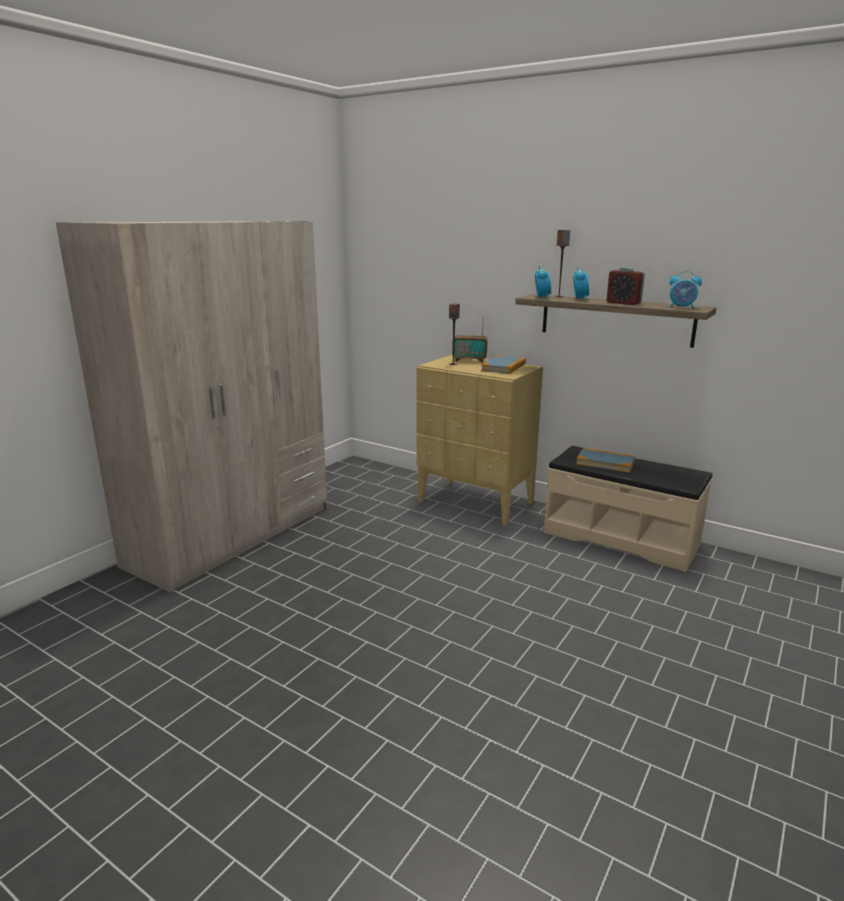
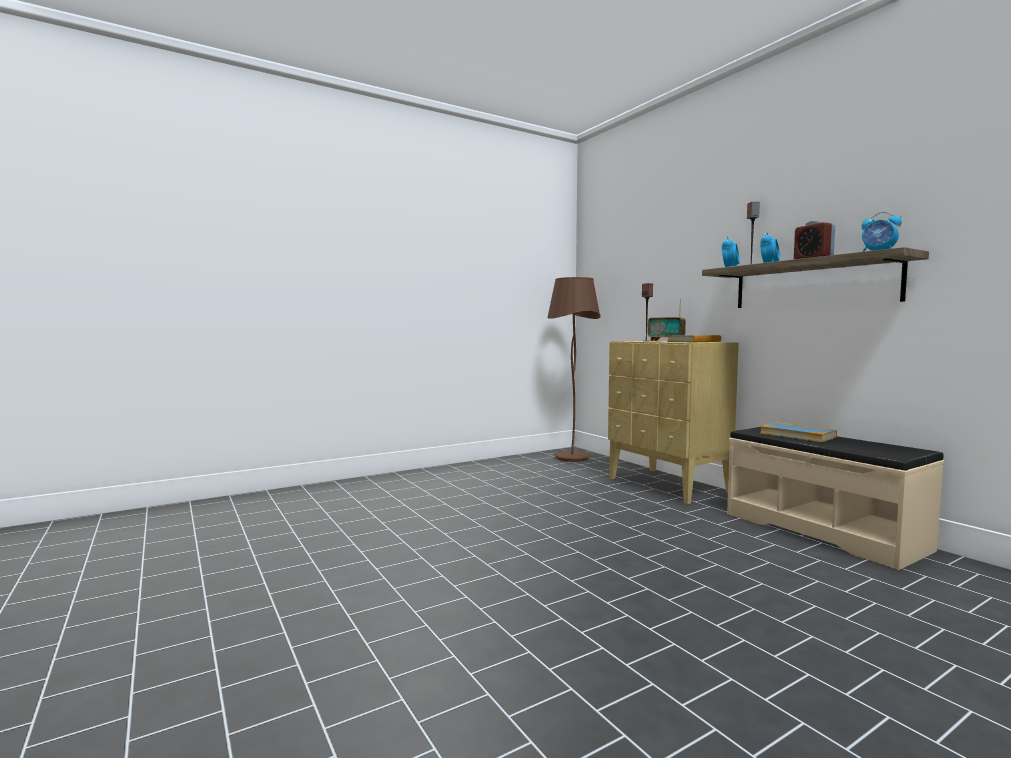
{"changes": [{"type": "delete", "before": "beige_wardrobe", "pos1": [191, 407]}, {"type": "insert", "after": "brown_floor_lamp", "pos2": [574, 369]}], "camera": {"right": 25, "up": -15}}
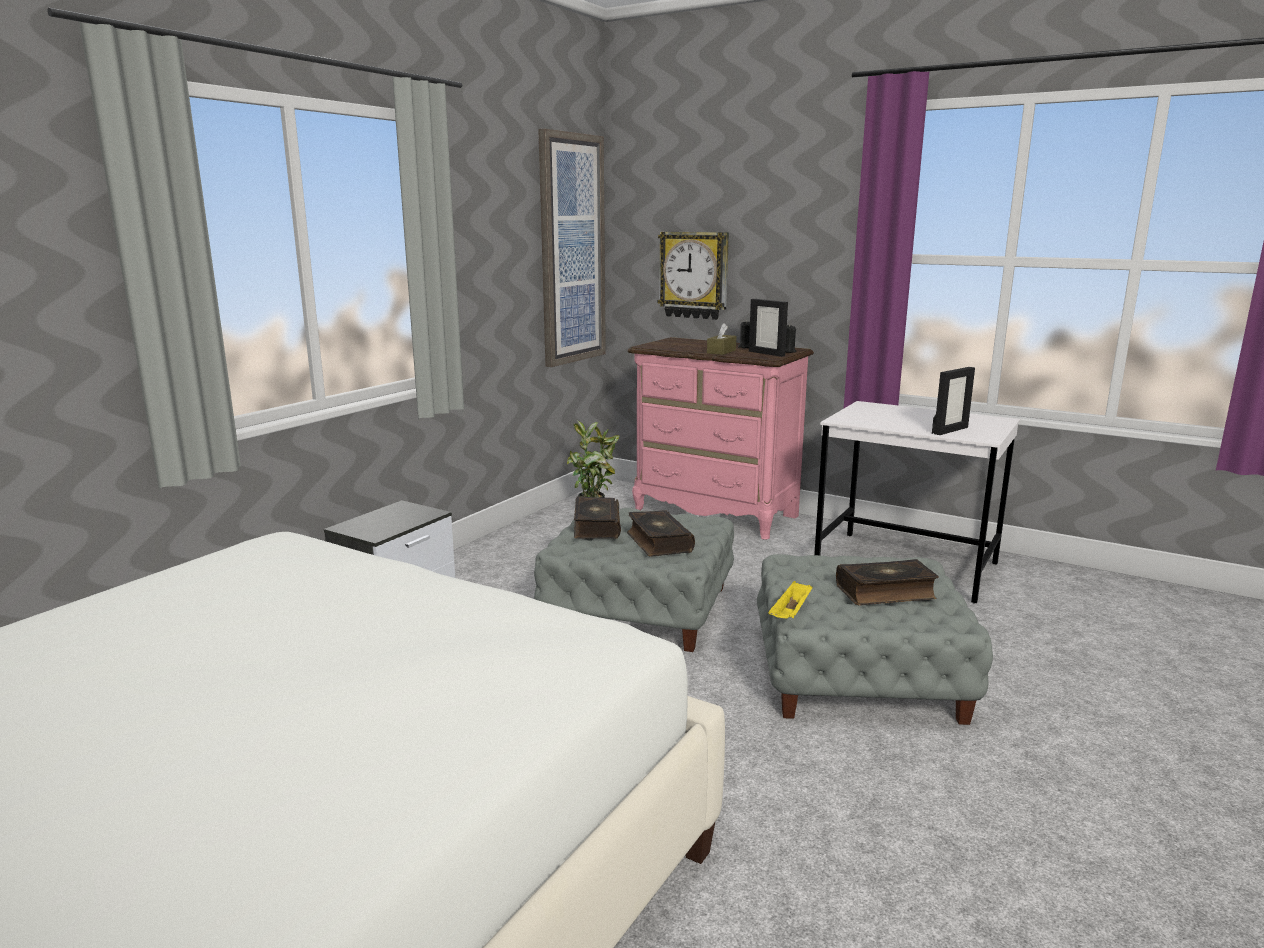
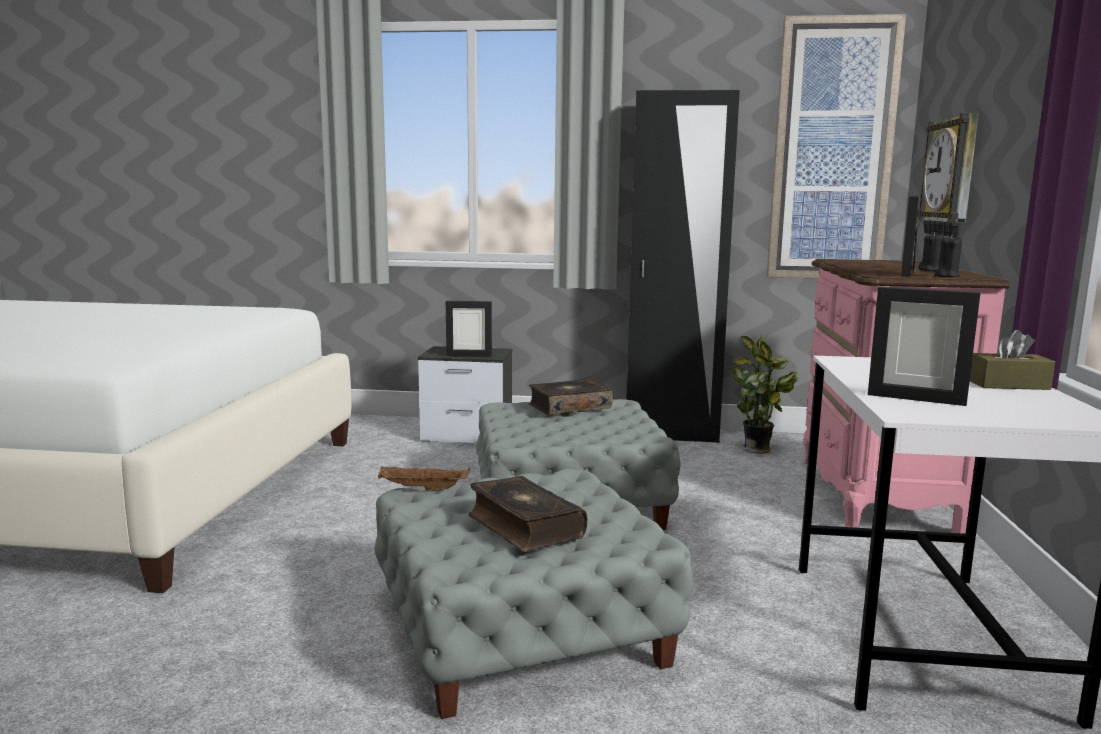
{"changes": [{"type": "delete", "before": "book", "pos1": [661, 533]}, {"type": "move", "before": "brown_tissue_box", "pos1": [721, 339], "pos2": [1012, 360]}, {"type": "recolor", "before": "yellow_tray", "after": "brown_tray", "pos1": [790, 599], "pos2": [424, 479]}, {"type": "insert", "after": "picture_frame", "pos2": [469, 329]}, {"type": "insert", "after": "black_wardrobe", "pos2": [683, 266]}], "camera": {"right": 65, "up": -5}}
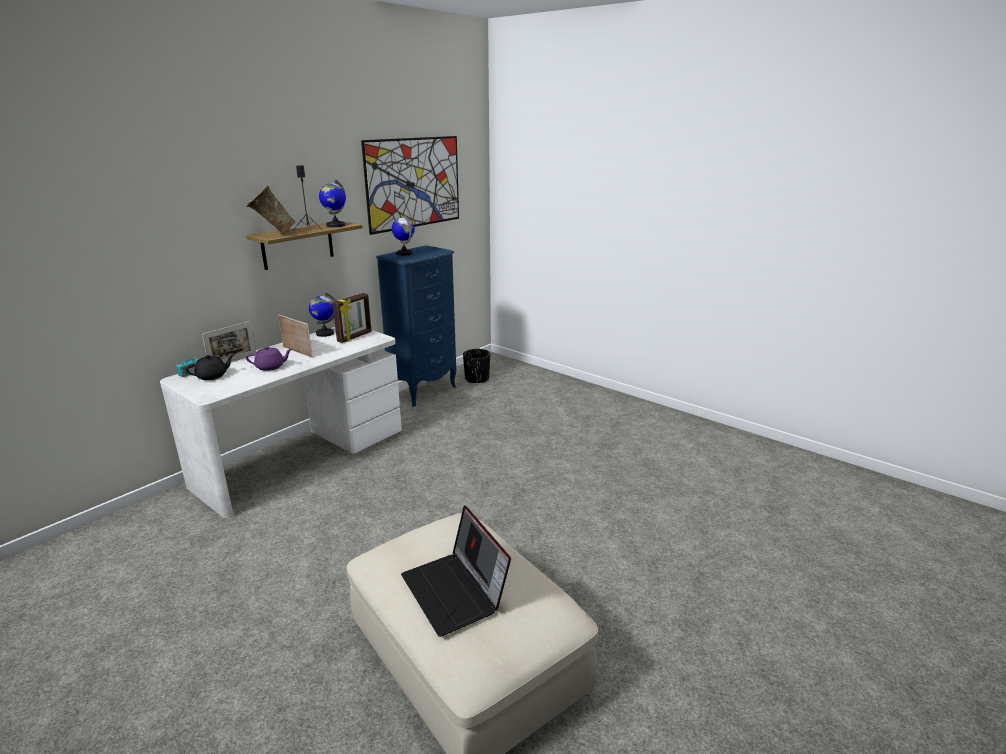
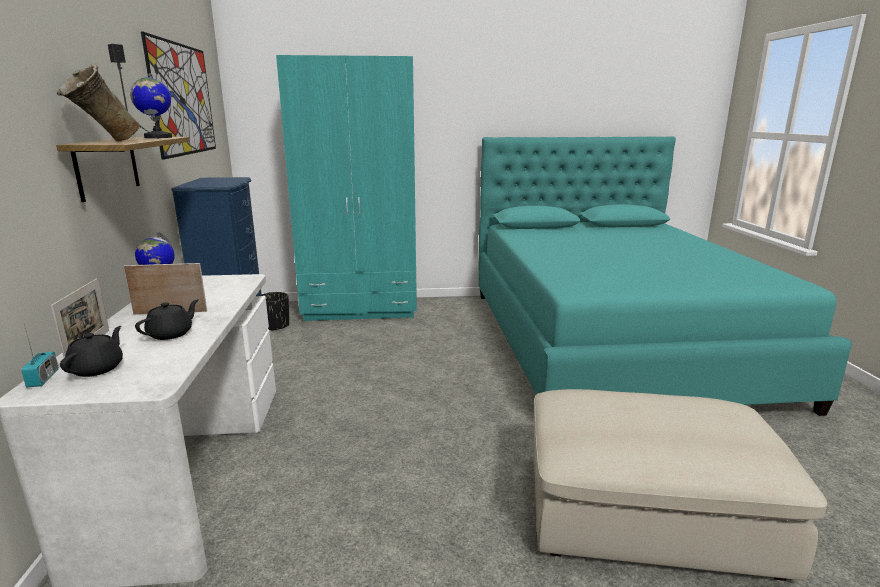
{"changes": [{"type": "recolor", "before": "purple_teapot", "after": "black_teapot", "pos1": [269, 358], "pos2": [166, 320]}, {"type": "delete", "before": "picture_frame", "pos1": [352, 318]}, {"type": "delete", "before": "globe", "pos1": [403, 235]}, {"type": "delete", "before": "laptop", "pos1": [456, 571]}, {"type": "insert", "after": "turquoise_wardrobe", "pos2": [346, 188]}, {"type": "insert", "after": "turquoise_bed", "pos2": [665, 276]}], "camera": {"right": -45, "up": -5}}
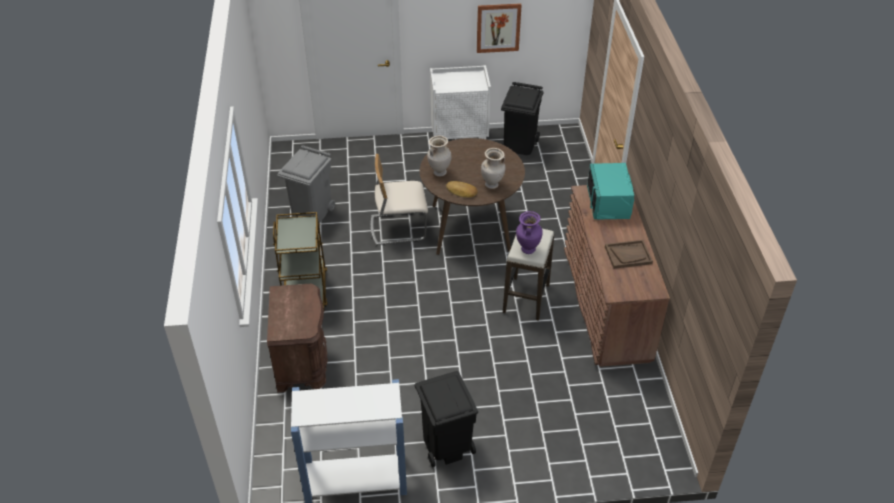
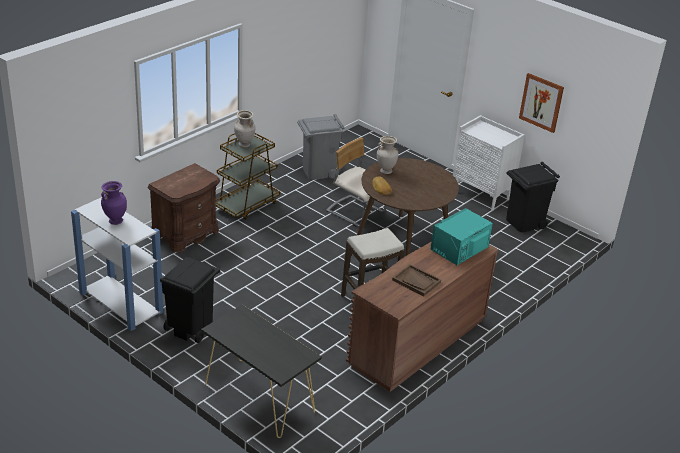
{"changes": [{"type": "move", "before": "beige_vase", "pos1": [493, 168], "pos2": [245, 129]}, {"type": "move", "before": "purple_vase", "pos1": [529, 232], "pos2": [114, 203]}, {"type": "insert", "after": "black_console_table", "pos2": [261, 371]}], "camera": {"right": 45, "up": -10}}
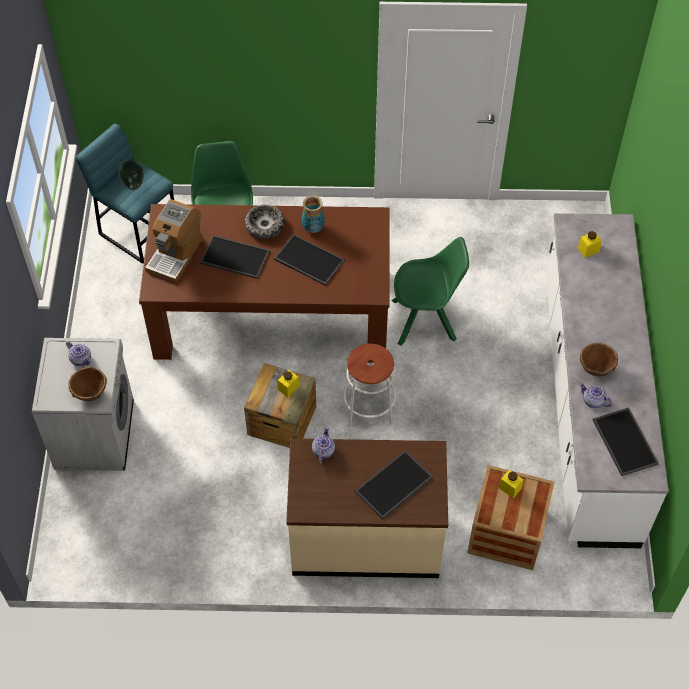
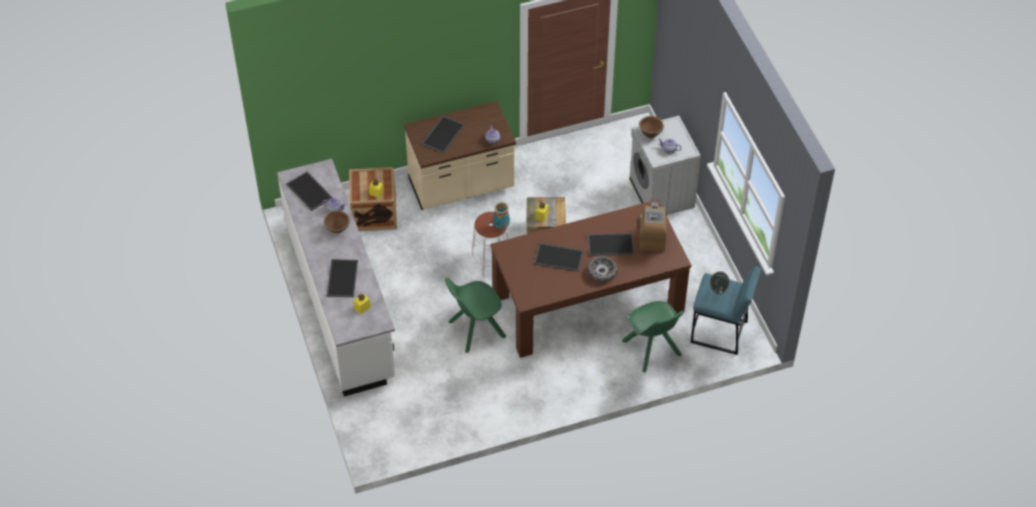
{"changes": [{"type": "move", "before": "vase", "pos1": [313, 214], "pos2": [501, 215]}, {"type": "insert", "after": "tray", "pos2": [342, 278]}], "camera": {"right": 160, "up": -5}}
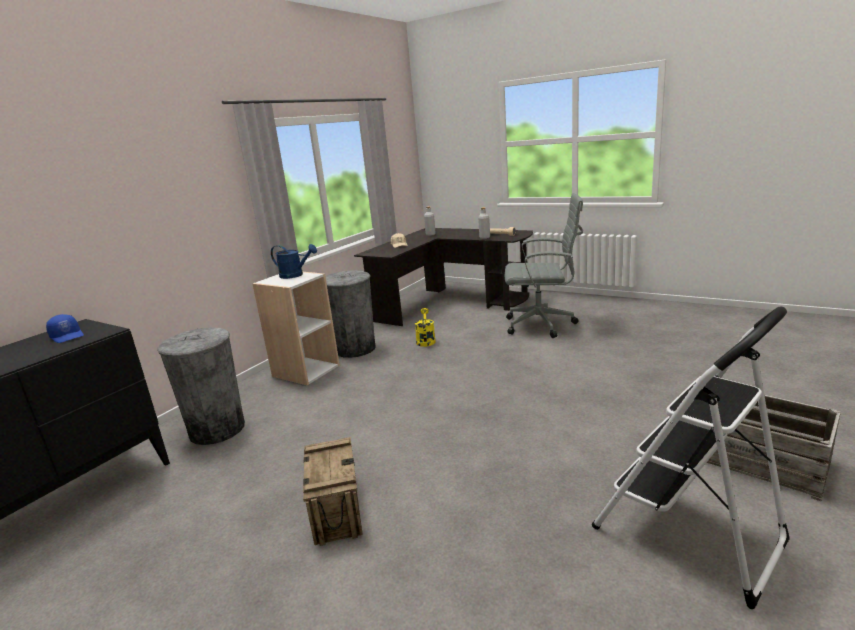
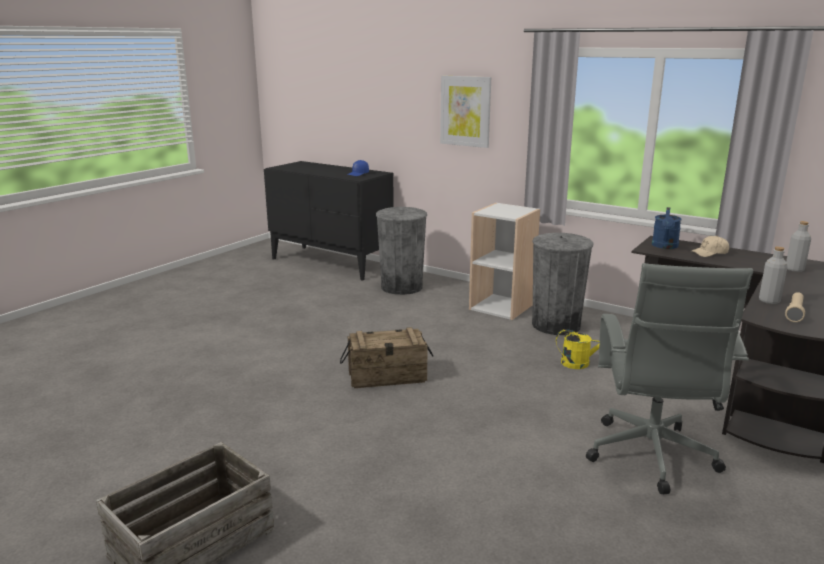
{"changes": [{"type": "move", "before": "blue_watering_can", "pos1": [294, 261], "pos2": [667, 228]}, {"type": "move", "before": "crate", "pos1": [333, 491], "pos2": [386, 357]}, {"type": "delete", "before": "step_ladder", "pos1": [691, 458]}, {"type": "insert", "after": "picture", "pos2": [465, 112]}], "camera": {"right": 90, "up": 0}}
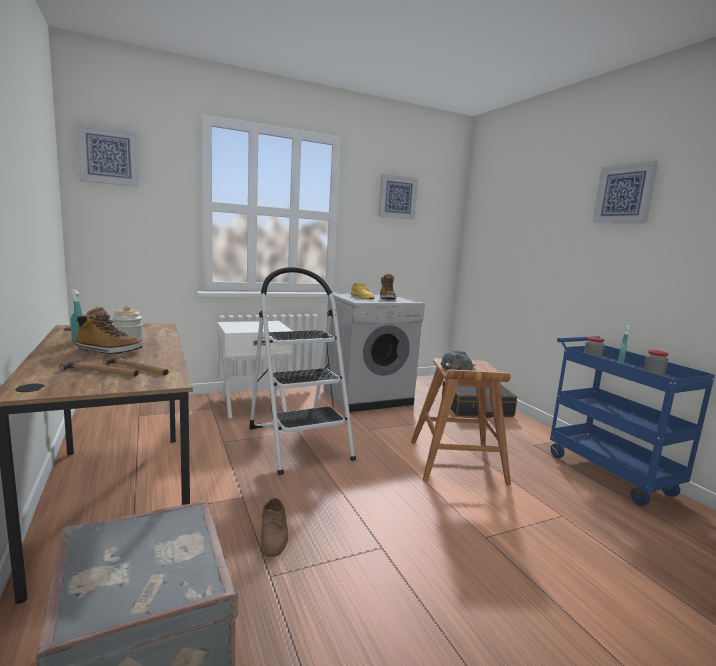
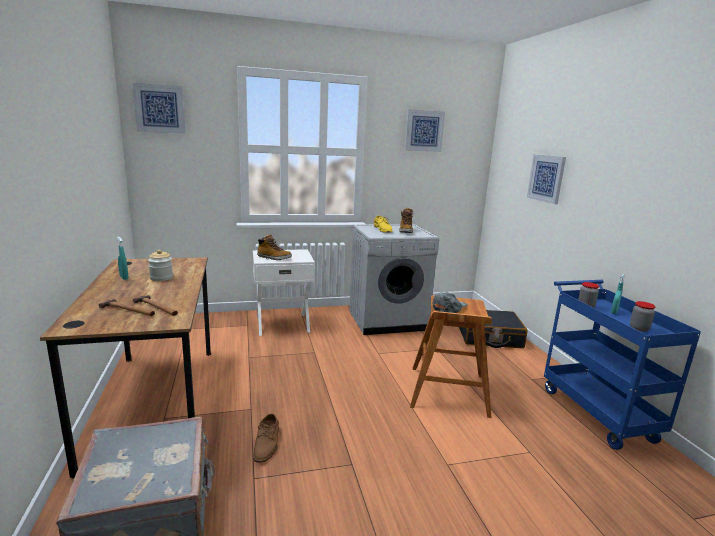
{"changes": [{"type": "move", "before": "boot", "pos1": [109, 330], "pos2": [274, 247]}, {"type": "delete", "before": "step_ladder", "pos1": [302, 371]}, {"type": "move", "before": "picture", "pos1": [625, 192], "pos2": [546, 179]}], "camera": {"right": 10, "up": 5}}
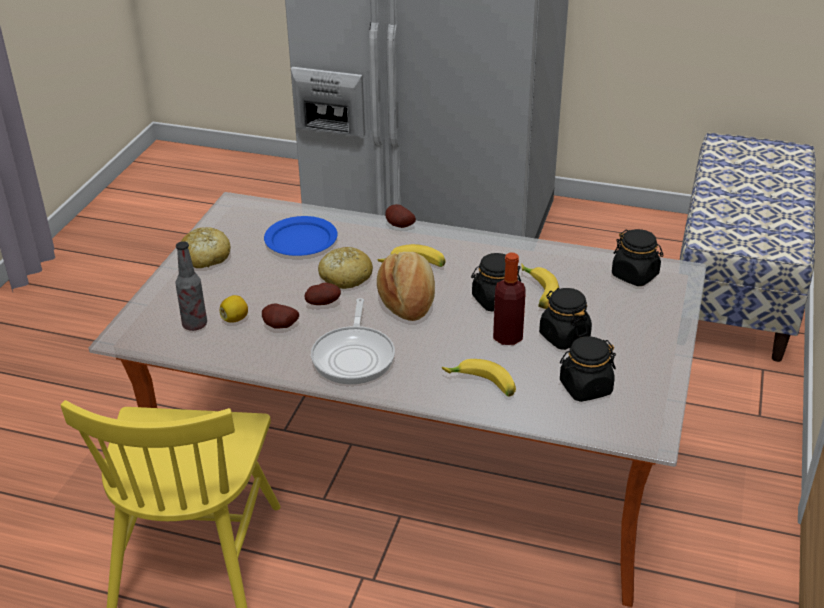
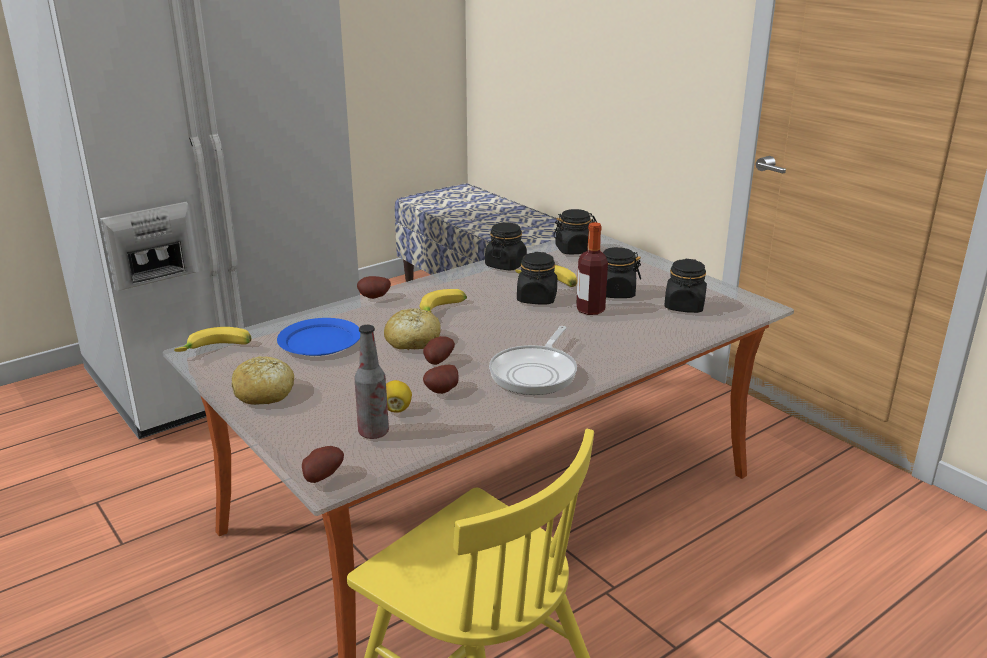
{"changes": [{"type": "rotate", "before": "frying_pan", "pos1": [353, 341], "pos2": [533, 360], "turn": 75}, {"type": "delete", "before": "bread", "pos1": [406, 286]}, {"type": "move", "before": "banana", "pos1": [479, 378], "pos2": [212, 339]}, {"type": "insert", "after": "potato", "pos2": [323, 464]}, {"type": "insert", "after": "black_jar", "pos2": [506, 246]}], "camera": {"right": -55, "up": -10}}
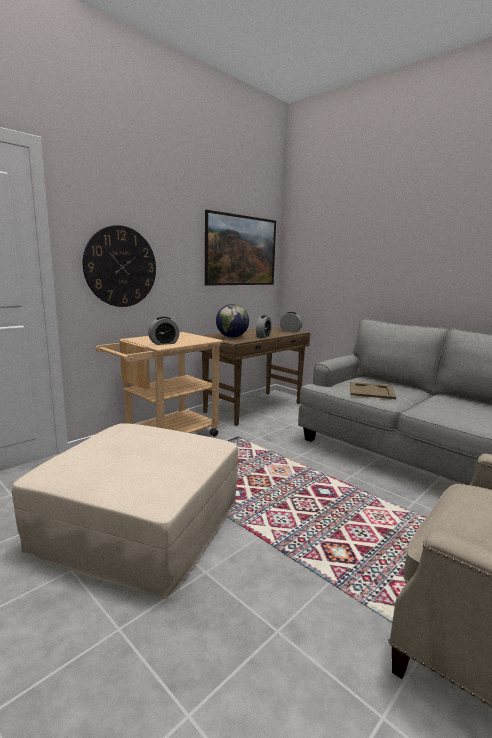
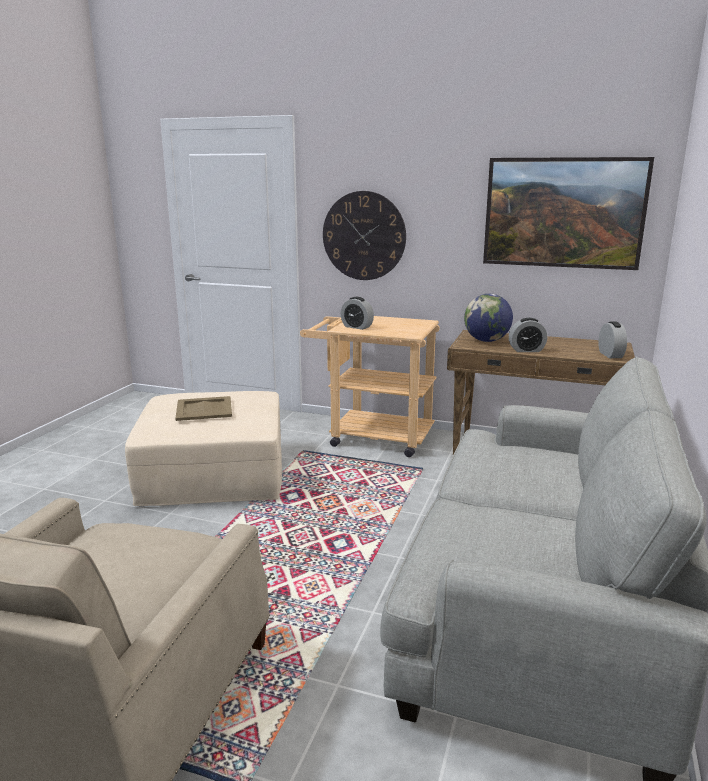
{"changes": [{"type": "move", "before": "beige_tray", "pos1": [373, 390], "pos2": [203, 408]}], "camera": {"right": 65, "up": 5}}
